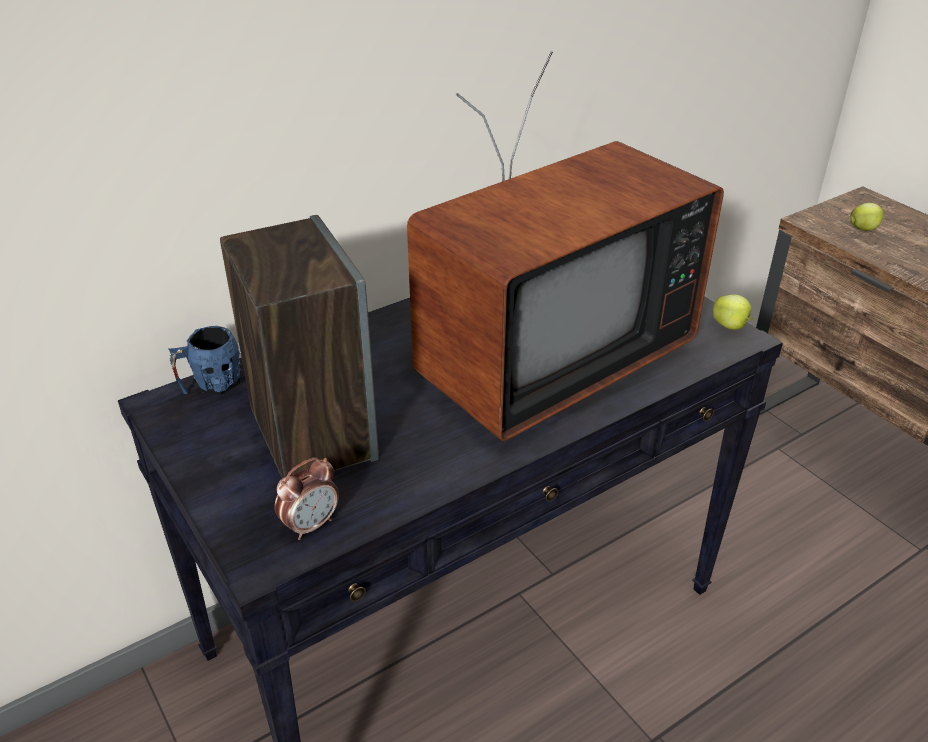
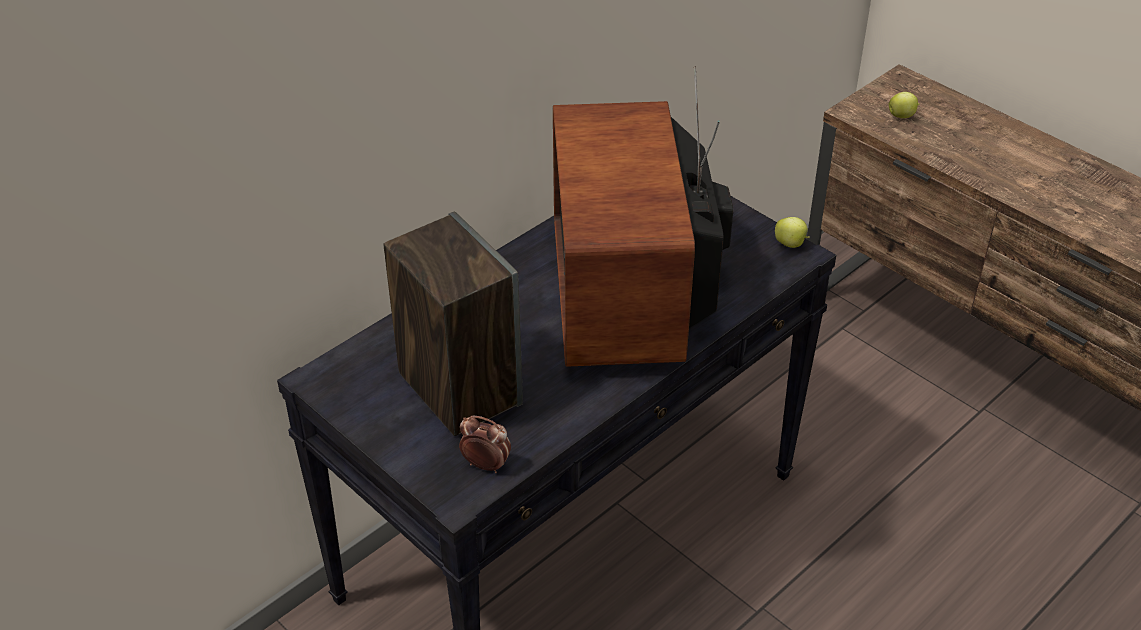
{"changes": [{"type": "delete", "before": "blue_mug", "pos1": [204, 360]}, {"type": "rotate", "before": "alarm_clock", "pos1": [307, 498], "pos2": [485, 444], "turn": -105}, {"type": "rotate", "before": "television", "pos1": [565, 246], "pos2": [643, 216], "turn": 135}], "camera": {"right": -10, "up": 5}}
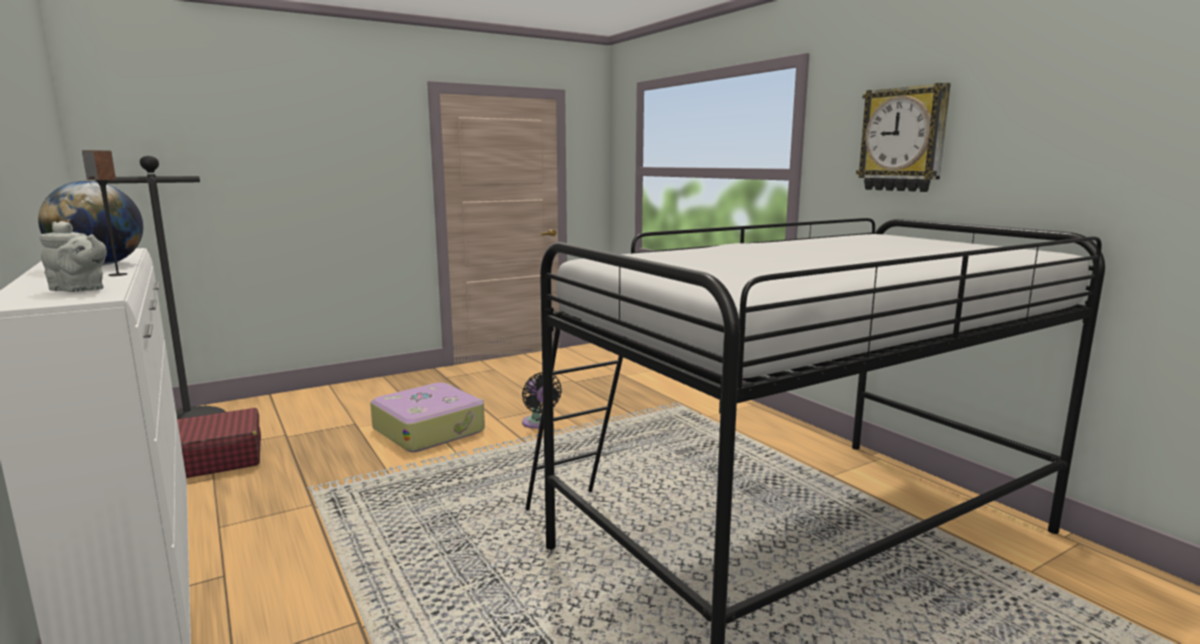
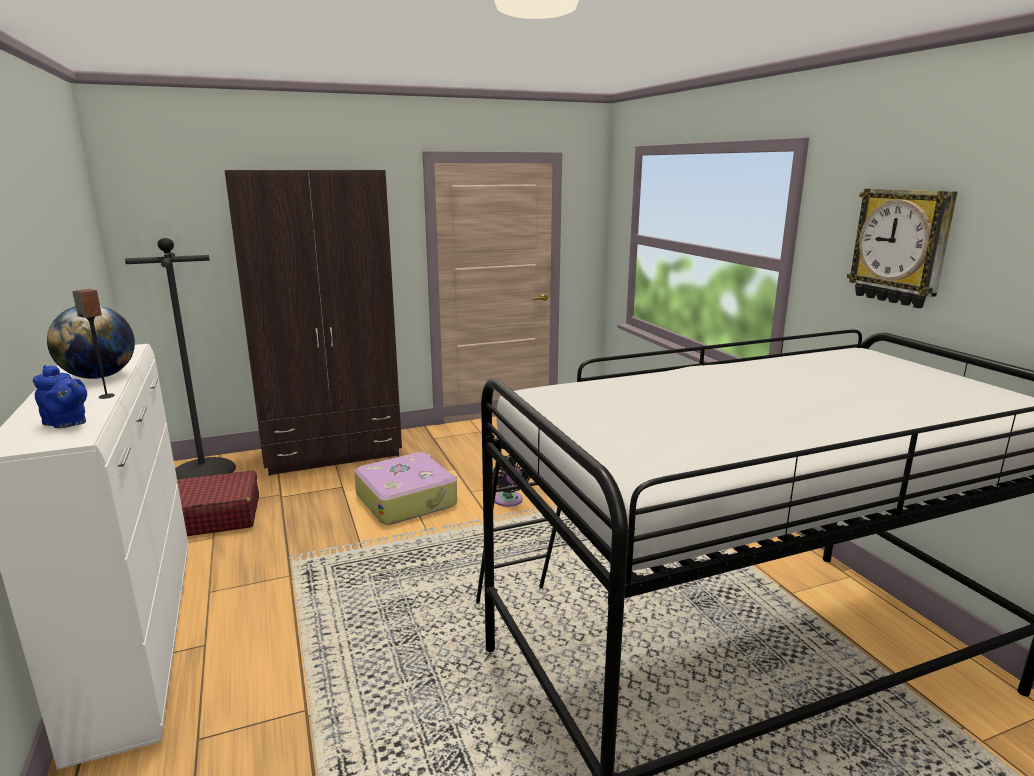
{"changes": [{"type": "recolor", "before": "grey_teapot", "after": "blue_teapot", "pos1": [73, 256], "pos2": [60, 396]}, {"type": "insert", "after": "brown_wardrobe", "pos2": [313, 323]}], "camera": {"right": 10, "up": 5}}
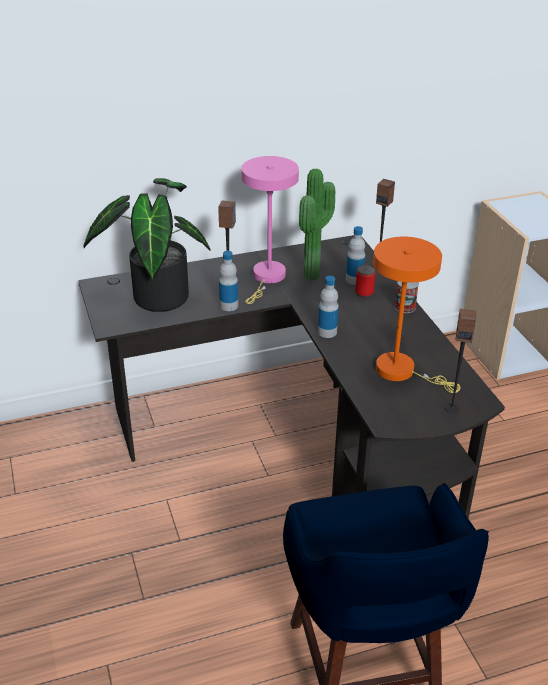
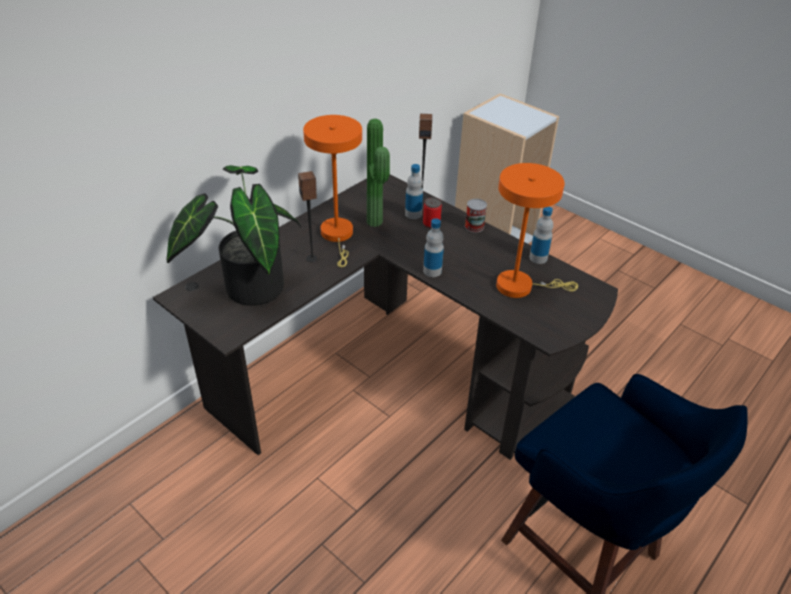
{"changes": [{"type": "move", "before": "bottle", "pos1": [228, 281], "pos2": [541, 235]}, {"type": "recolor", "before": "pink_table_lamp", "after": "orange_table_lamp", "pos1": [270, 230], "pos2": [332, 191]}, {"type": "delete", "before": "speaker", "pos1": [460, 361]}], "camera": {"right": -30, "up": 5}}
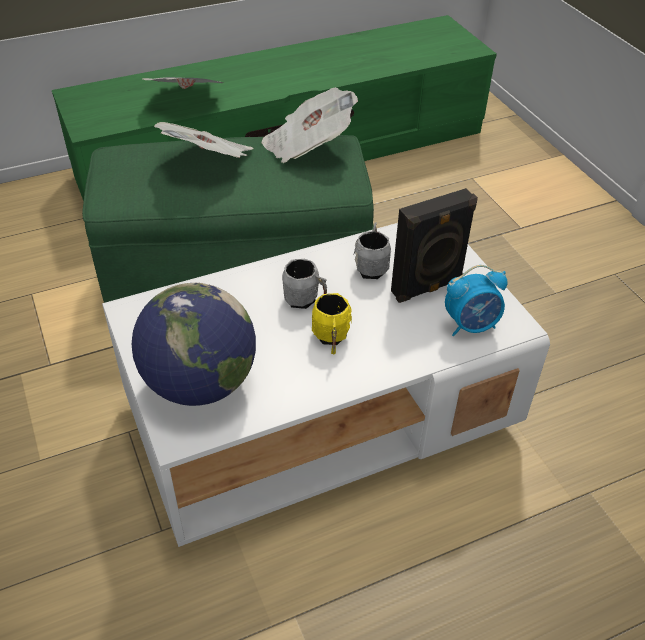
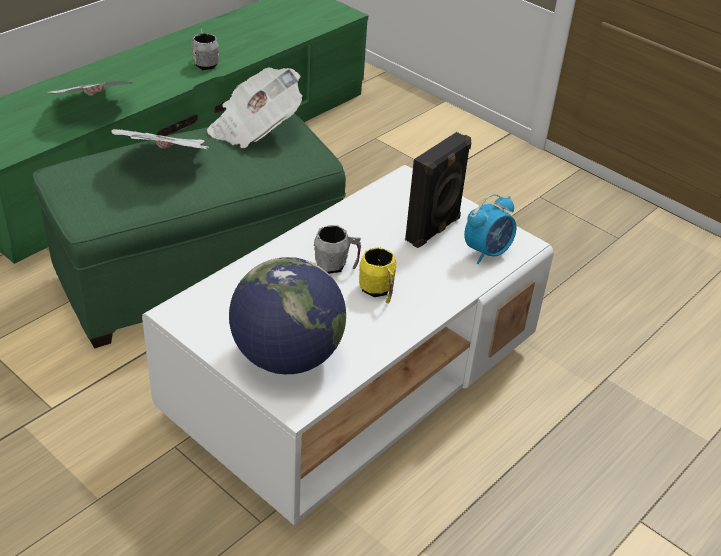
{"changes": [{"type": "move", "before": "grey_mug", "pos1": [372, 250], "pos2": [205, 49]}], "camera": {"right": -25, "up": -5}}
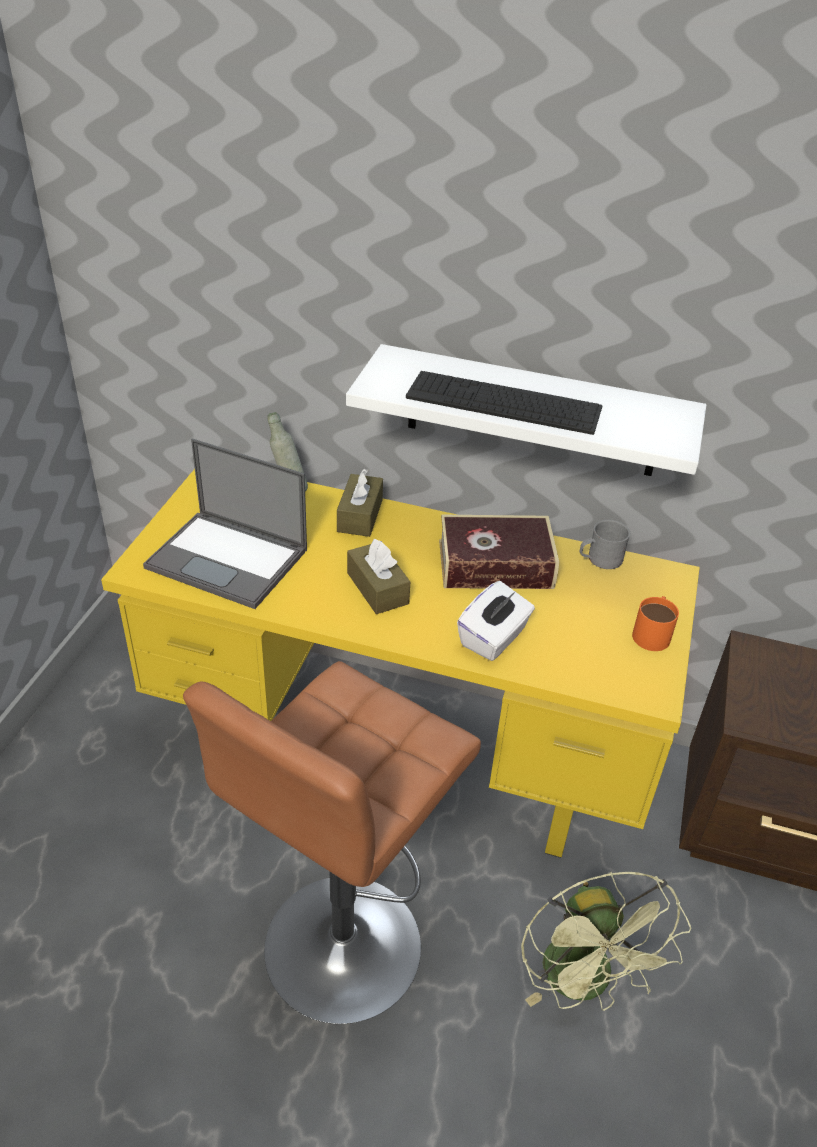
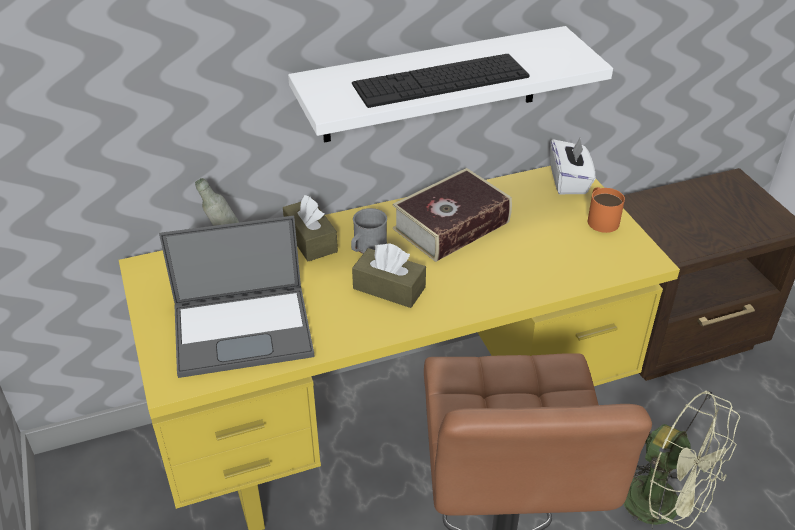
{"changes": [{"type": "move", "before": "white_tissue_box", "pos1": [496, 621], "pos2": [572, 165]}, {"type": "move", "before": "grey_mug", "pos1": [605, 544], "pos2": [369, 231]}], "camera": {"right": -35, "up": 0}}
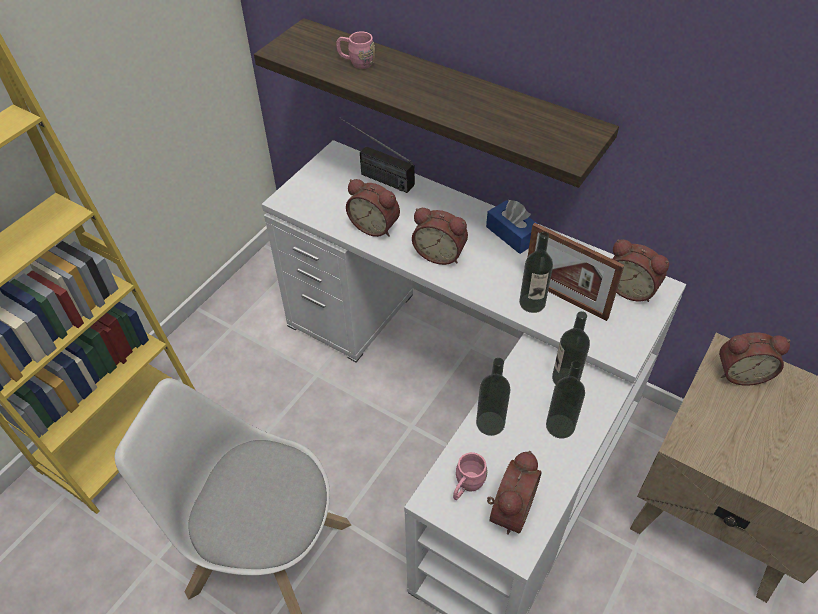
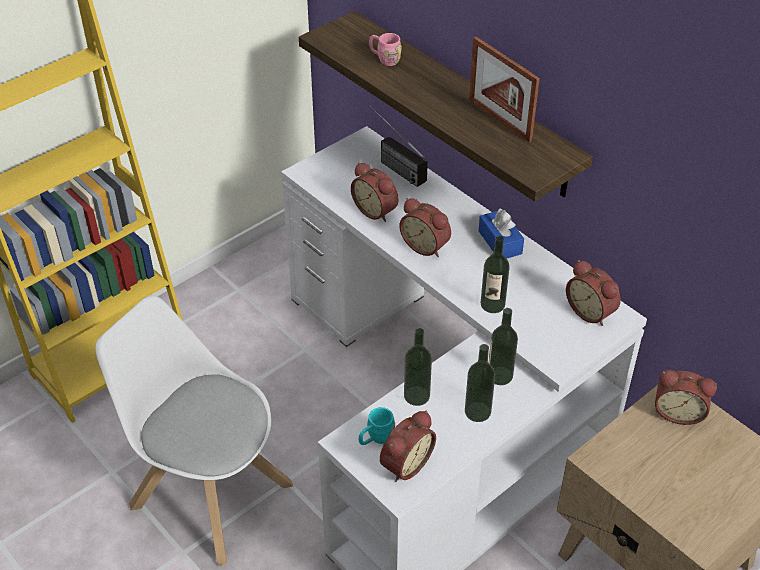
{"changes": [{"type": "recolor", "before": "pink_mug", "after": "turquoise_mug", "pos1": [470, 476], "pos2": [377, 426]}, {"type": "move", "before": "picture_frame", "pos1": [576, 272], "pos2": [504, 89]}], "camera": {"right": 15, "up": -5}}
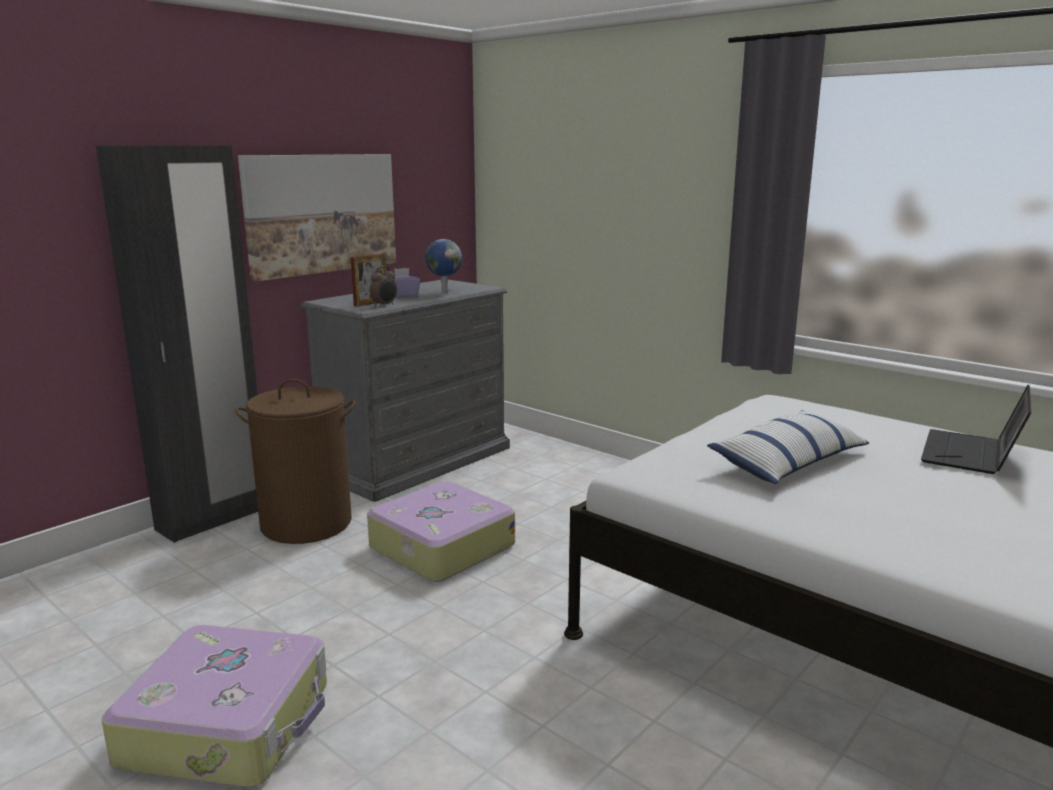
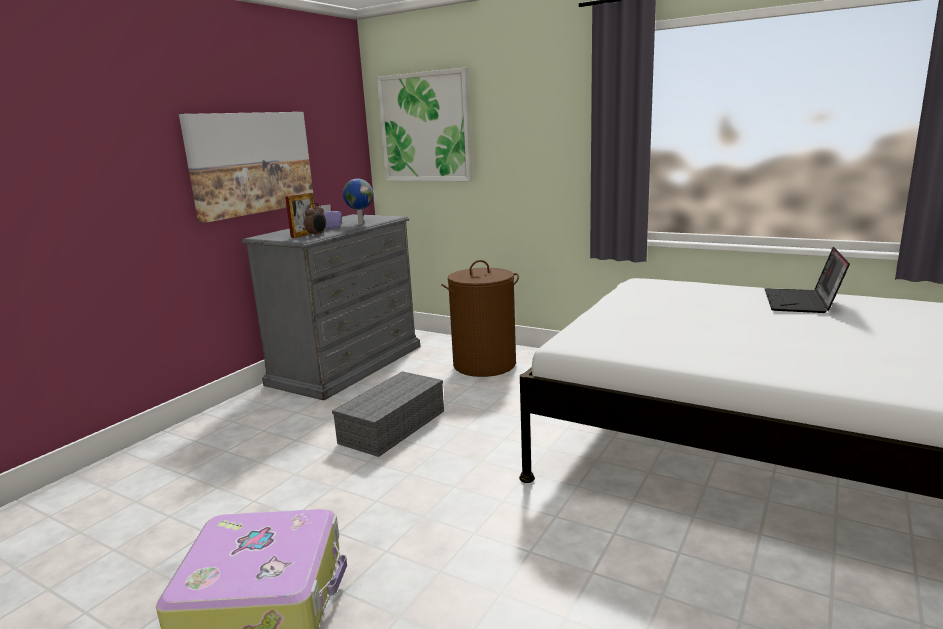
{"changes": [{"type": "delete", "before": "black_wardrobe", "pos1": [177, 344]}, {"type": "move", "before": "brown_laundry_basket", "pos1": [295, 461], "pos2": [480, 318]}, {"type": "replace", "before": "suitcase", "after": "grey_storage_box", "pos1": [441, 531], "pos2": [388, 414]}, {"type": "delete", "before": "pillow", "pos1": [788, 447]}, {"type": "insert", "after": "picture", "pos2": [424, 124]}], "camera": {"right": -10, "up": 0}}
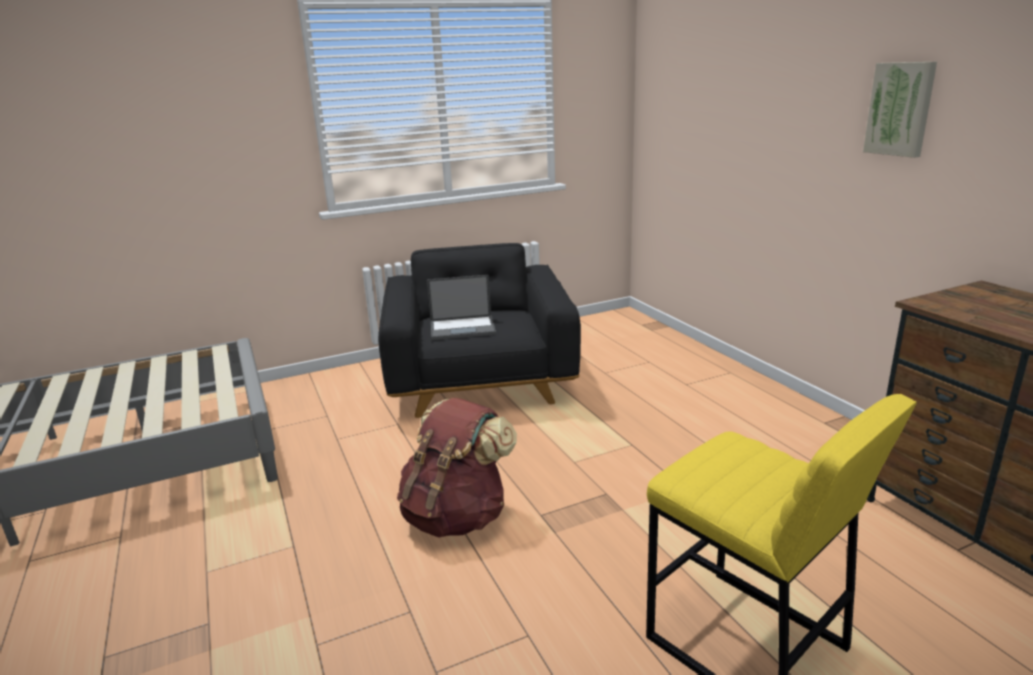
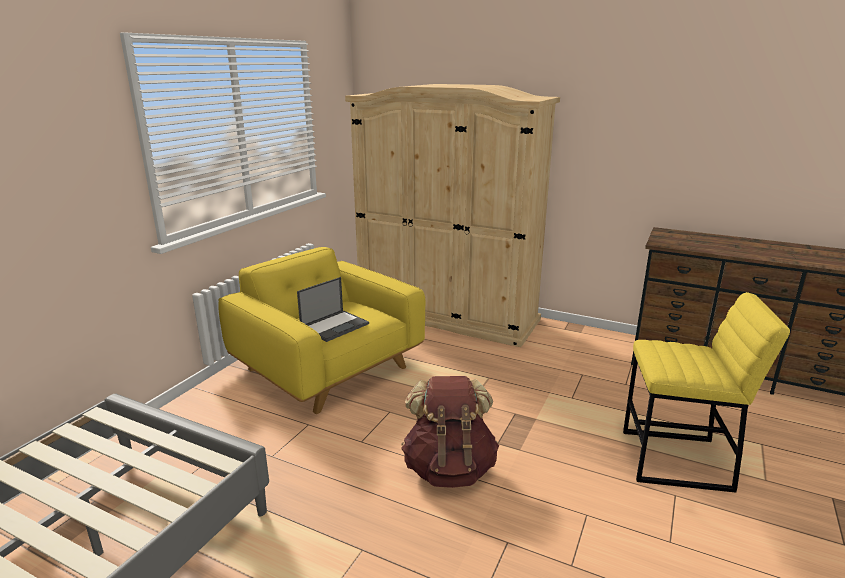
{"changes": [{"type": "recolor", "before": "black_armchair", "after": "yellow_armchair", "pos1": [479, 330], "pos2": [322, 330]}, {"type": "delete", "before": "picture", "pos1": [900, 110]}, {"type": "insert", "after": "beige_wardrobe", "pos2": [452, 215]}], "camera": {"right": -40, "up": 0}}
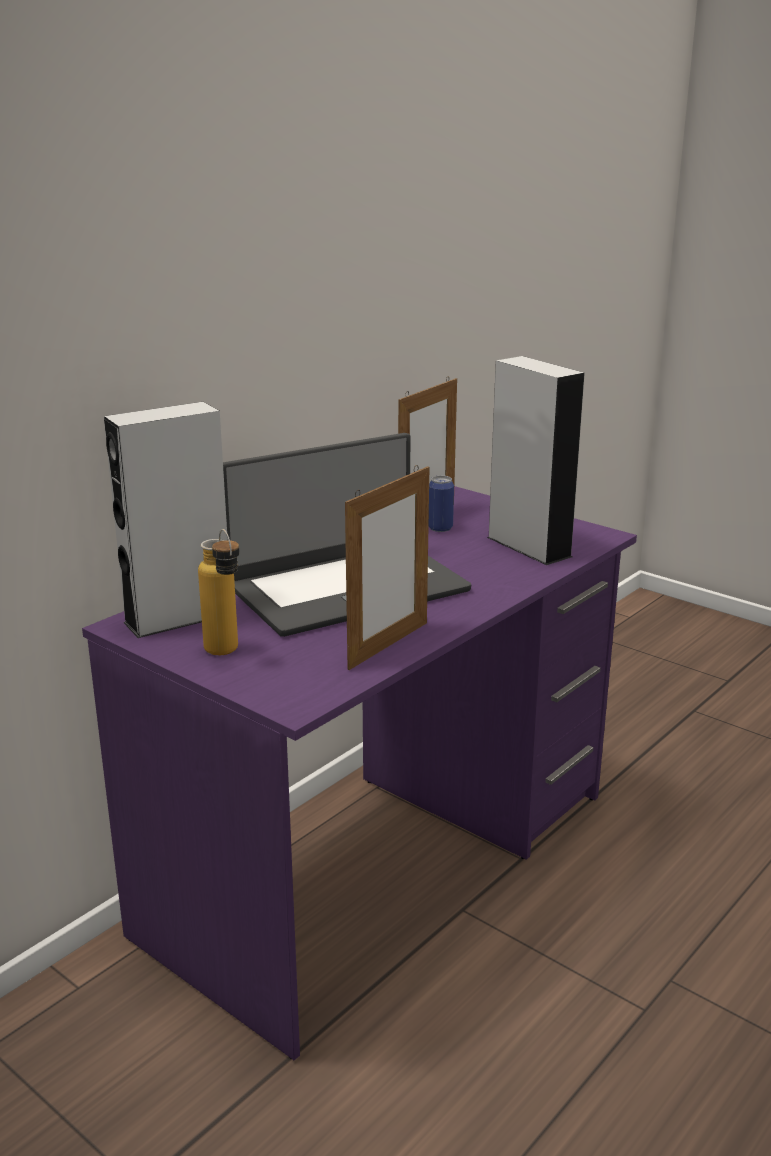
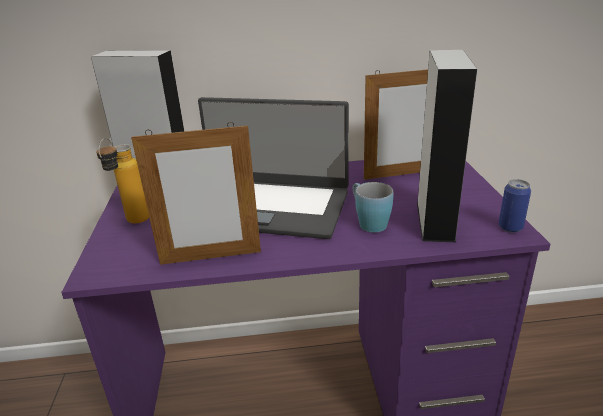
{"changes": [{"type": "move", "before": "can", "pos1": [441, 503], "pos2": [515, 205]}, {"type": "insert", "after": "blue_mug", "pos2": [373, 207]}], "camera": {"right": 45, "up": 5}}
